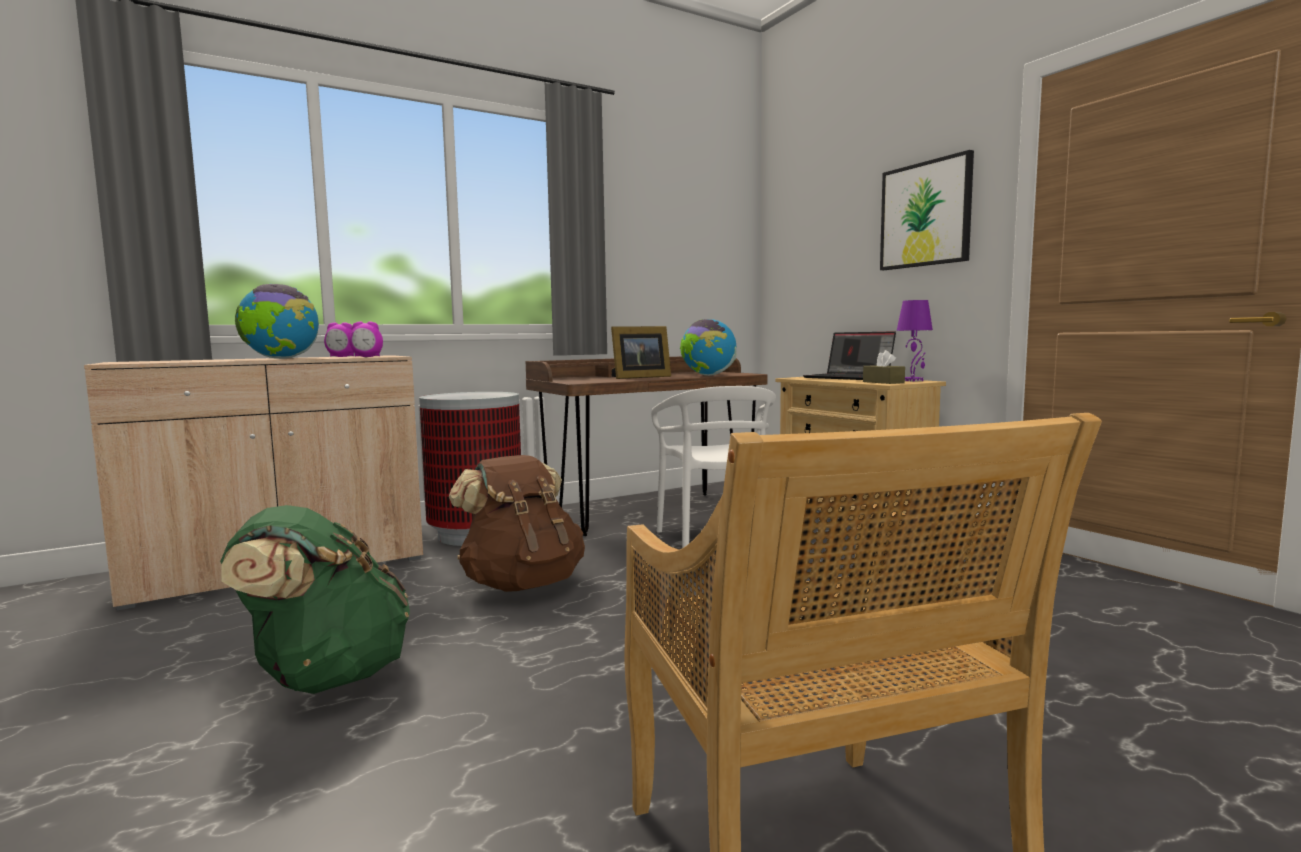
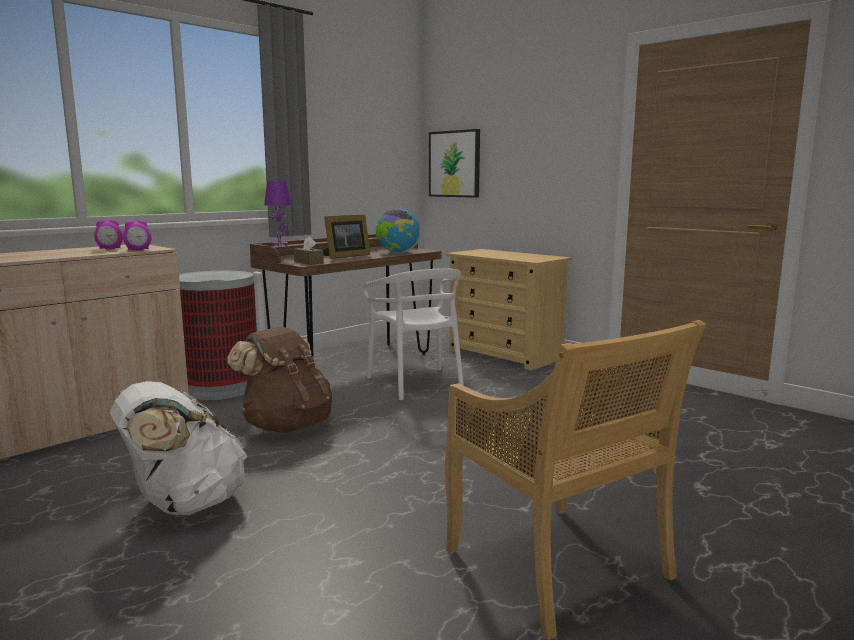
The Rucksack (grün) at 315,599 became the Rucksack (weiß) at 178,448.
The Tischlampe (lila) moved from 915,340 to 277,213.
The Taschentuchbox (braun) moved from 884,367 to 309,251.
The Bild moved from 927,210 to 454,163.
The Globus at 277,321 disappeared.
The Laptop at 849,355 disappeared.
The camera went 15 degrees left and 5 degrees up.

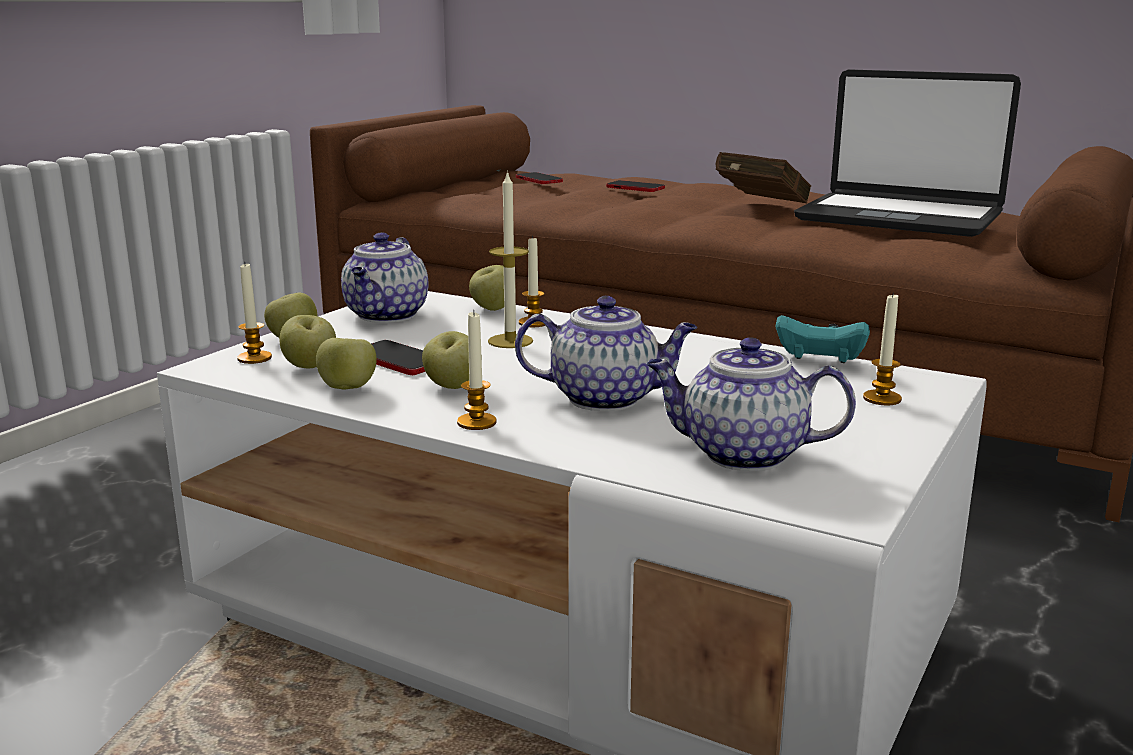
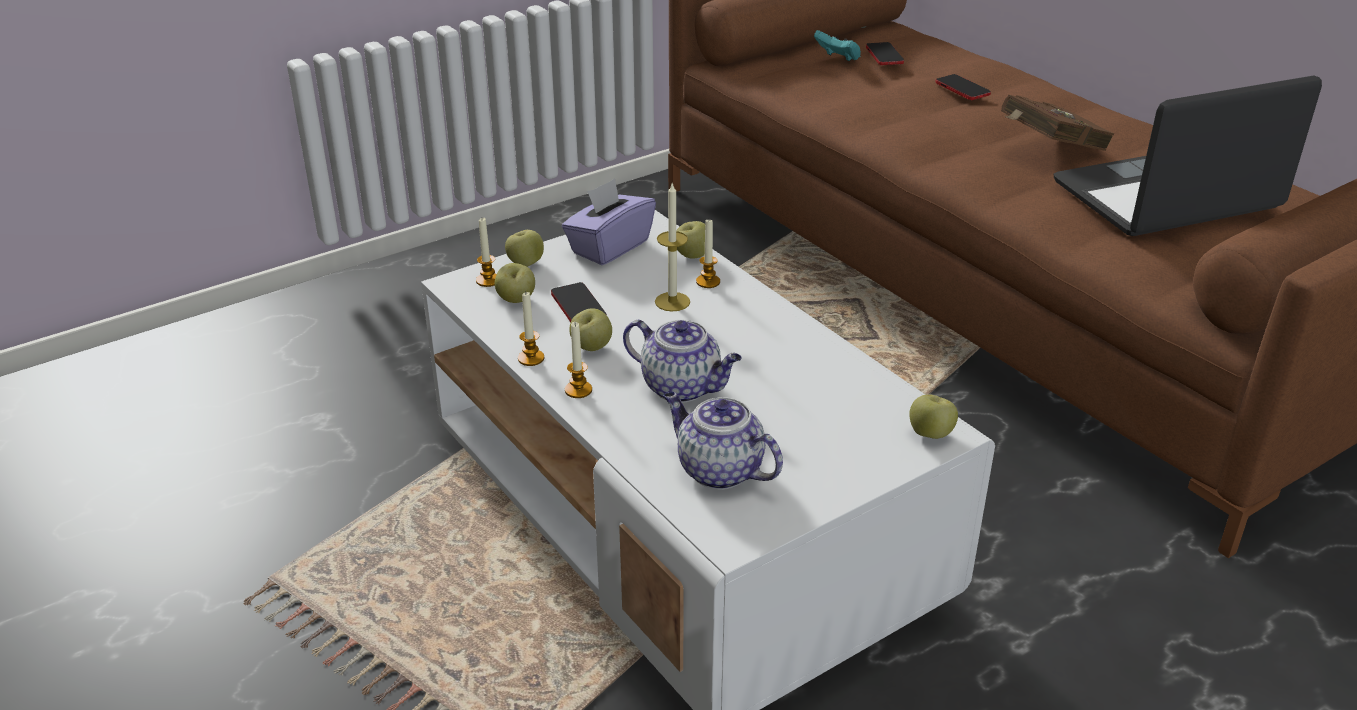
The Kerze moved from 882,349 to 531,328.
The Teekanne at 384,277 was replaced by the Taschentuchbox (lila) at 609,222.
The Gamepad (türkis) moved from 823,339 to 837,45.
The Apfel moved from 346,363 to 933,416.
The Laptop at 907,153 turned 105 degrees clockwise.
The camera went 25 degrees right and 15 degrees up.

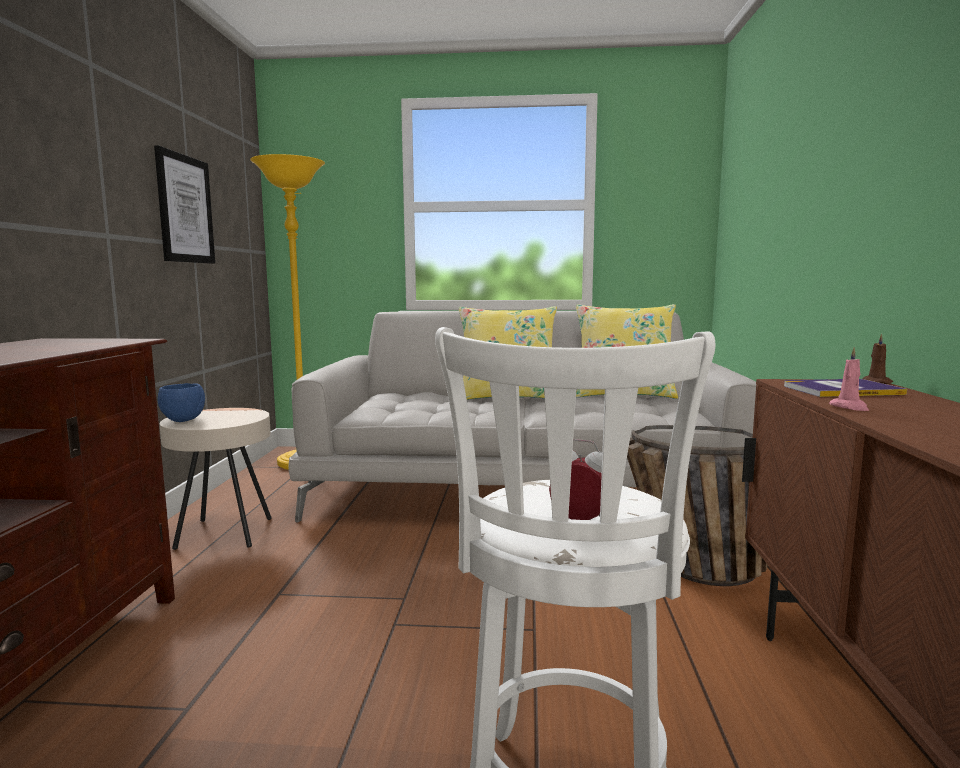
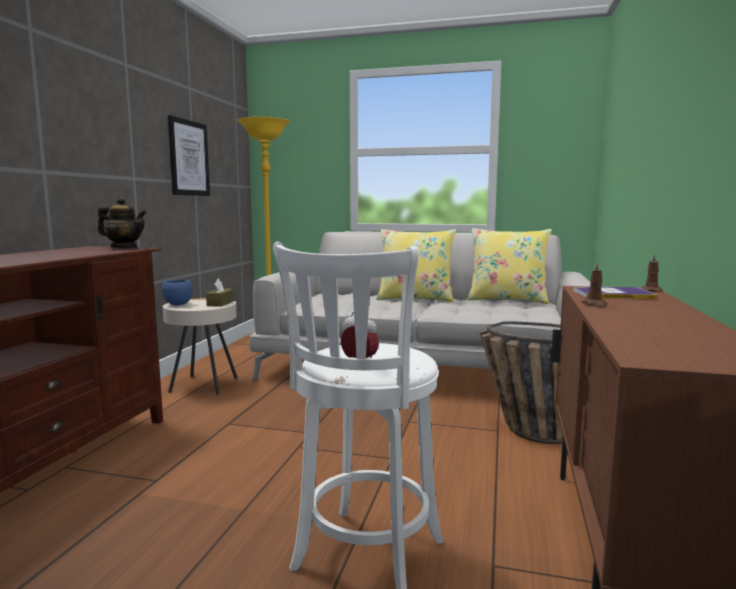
The Teekanne at 122,222 appeared.
The Taschentuchbox (braun) at 220,293 appeared.
The Kerze (rosa) at 849,379 became the Kerze (braun) at 594,284.
The camera went 10 degrees right and 0 degrees up.

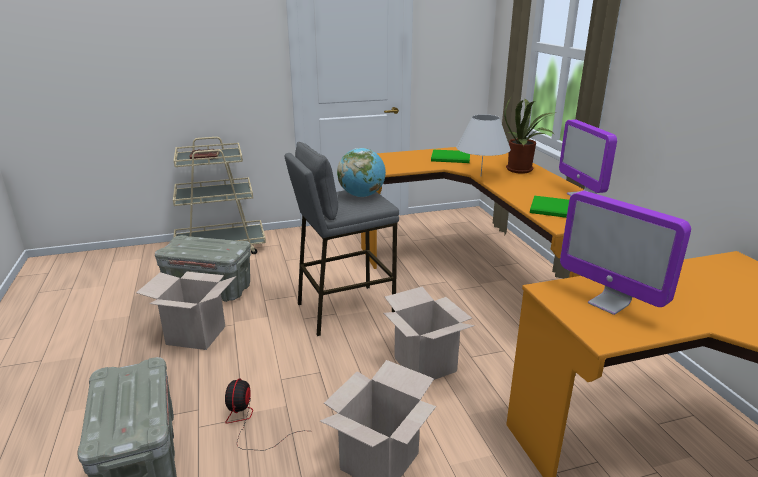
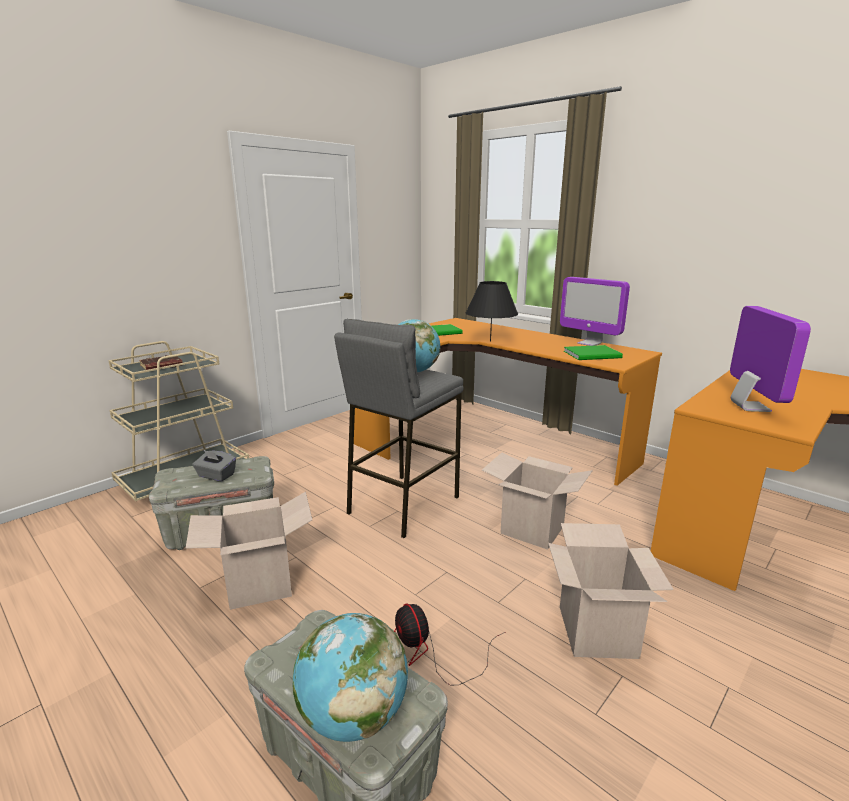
The Taschentuchbox (grau) at 214,466 appeared.
The Globus at 350,677 appeared.
The Tischlampe (weiß) at 483,145 became the Tischlampe (schwarz) at 492,311.
The Monitor at 625,253 turned 105 degrees counterclockwise.
The Topfpflanze at 529,135 disappeared.
The camera went 30 degrees left and 5 degrees down.

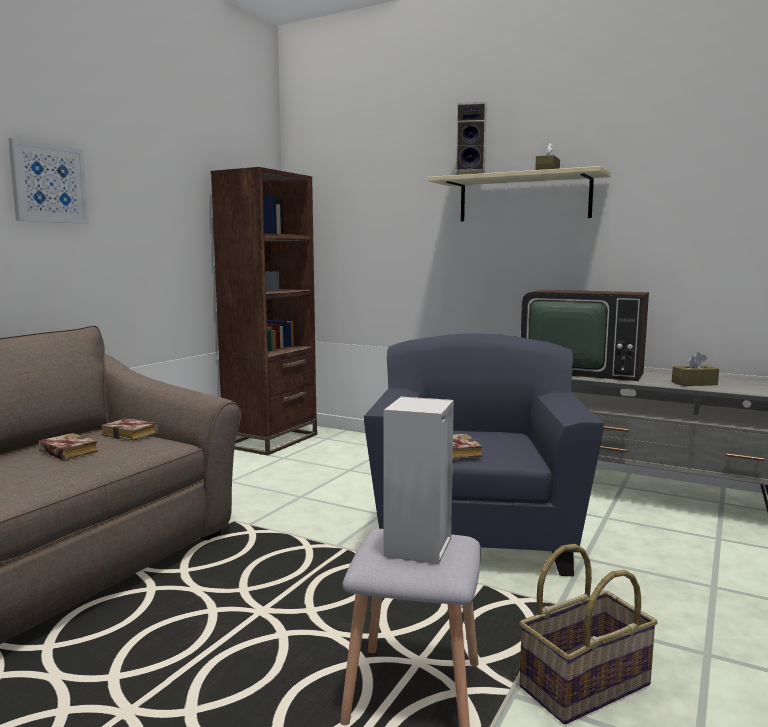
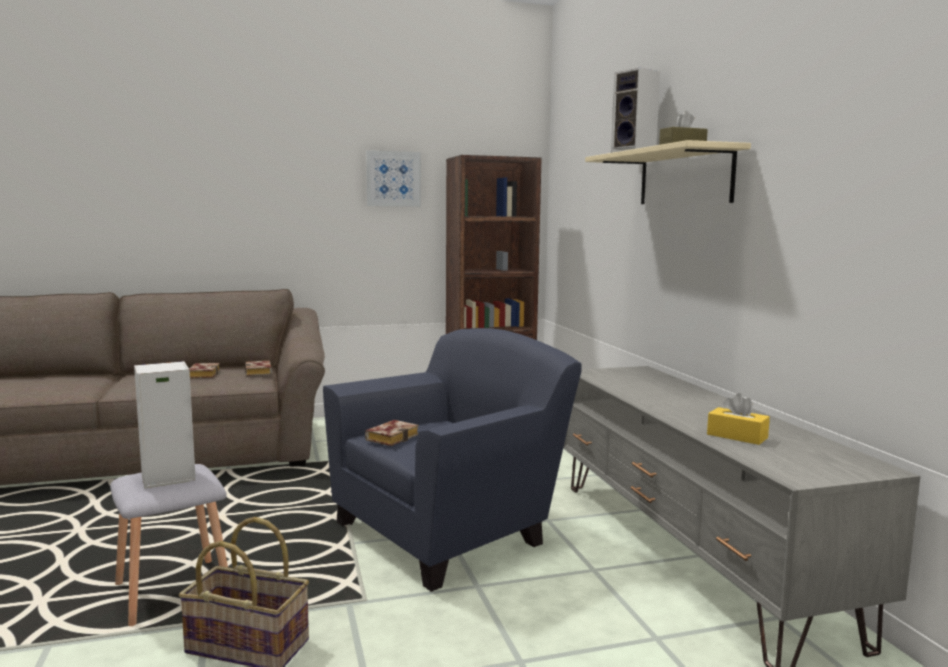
The Bild moved from 48,181 to 393,178.
The Taschentuchbox (braun) at 695,369 became the Taschentuchbox (gelb) at 738,419.
The Fernseher at 585,335 disappeared.
The camera went 45 degrees right and 0 degrees up.

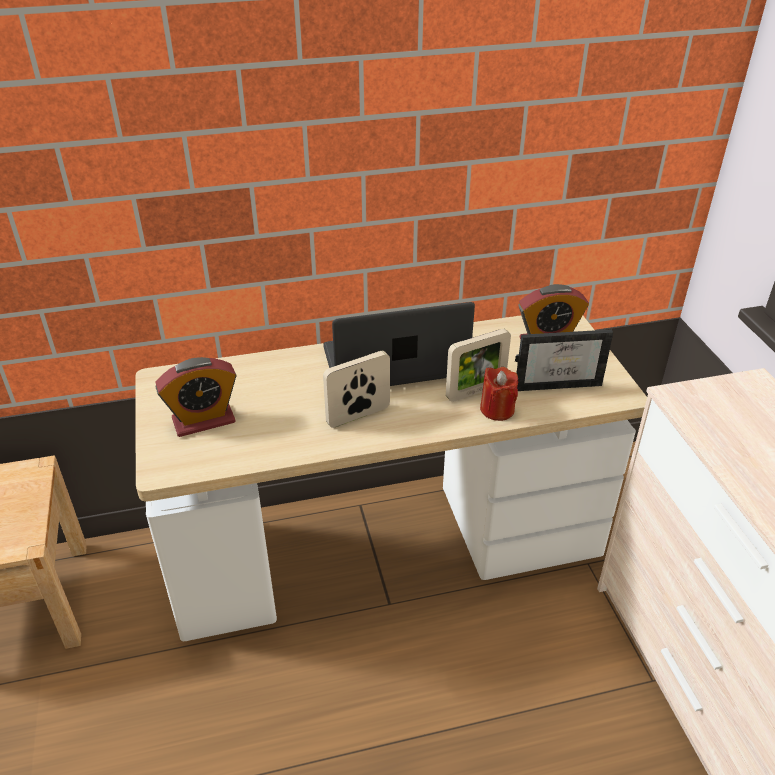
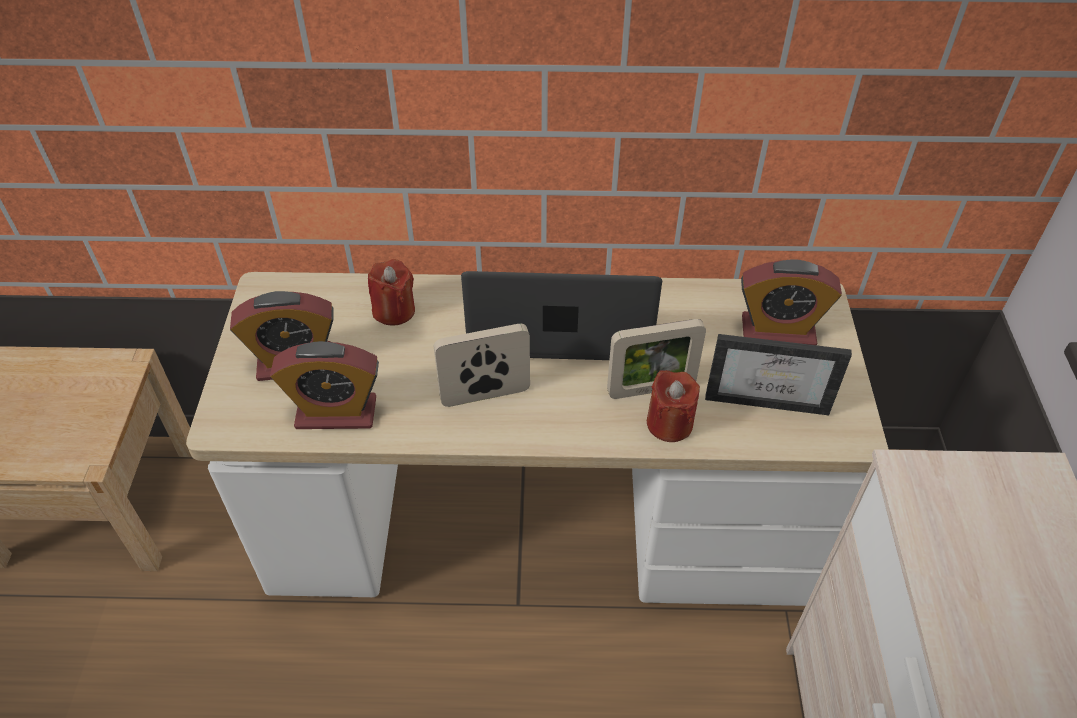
The Wecker at 324,385 appeared.
The Kerze (rot) at 391,292 appeared.
The camera went 15 degrees right and 10 degrees up.

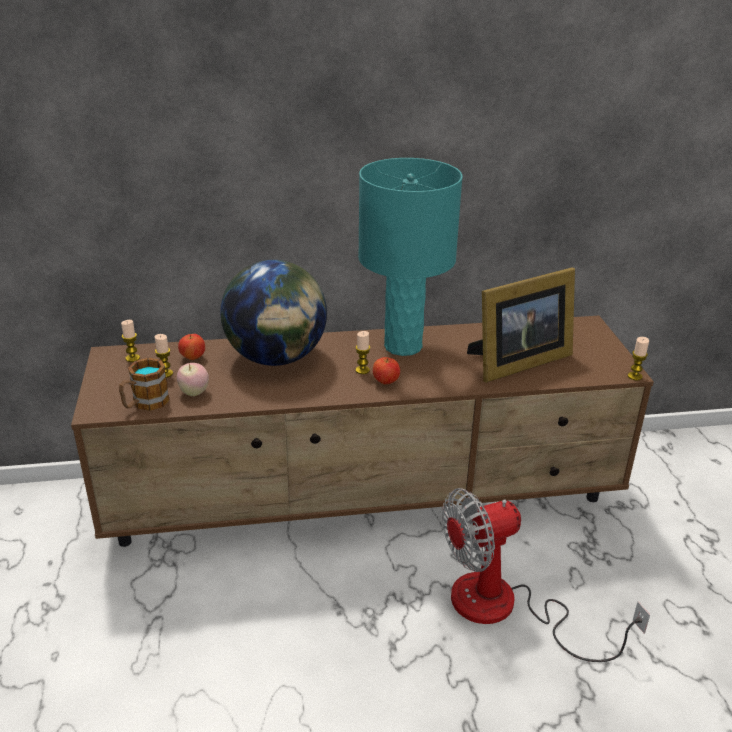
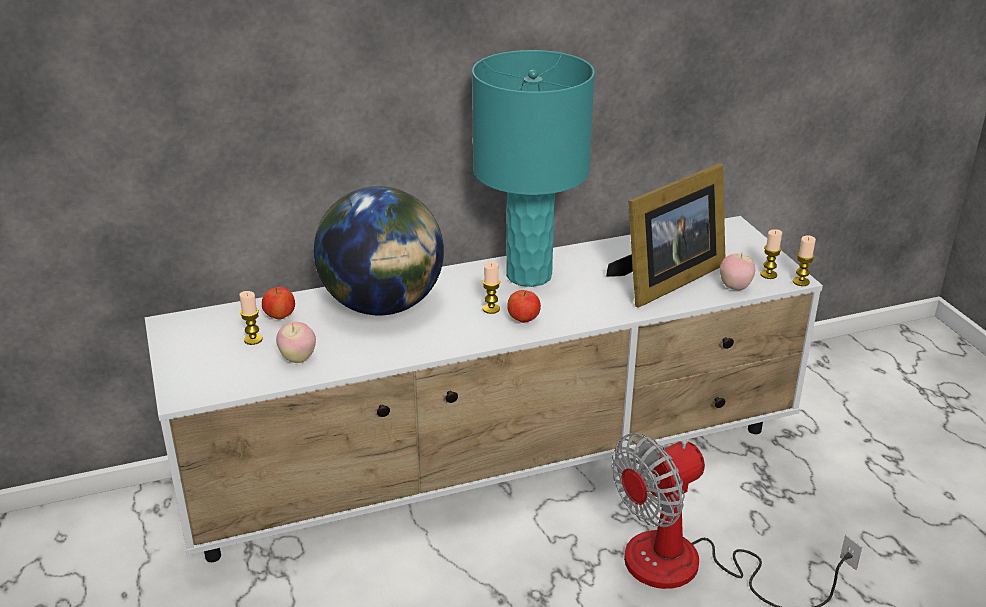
The Fernsehschrank (braun) at 362,431 became the Fernsehschrank (weiß) at 484,389.
The Apfel at 737,271 appeared.
The Kerze moved from 130,341 to 771,254.
The Henkelbecher at 144,384 disappeared.
The camera went 10 degrees left and 0 degrees up.

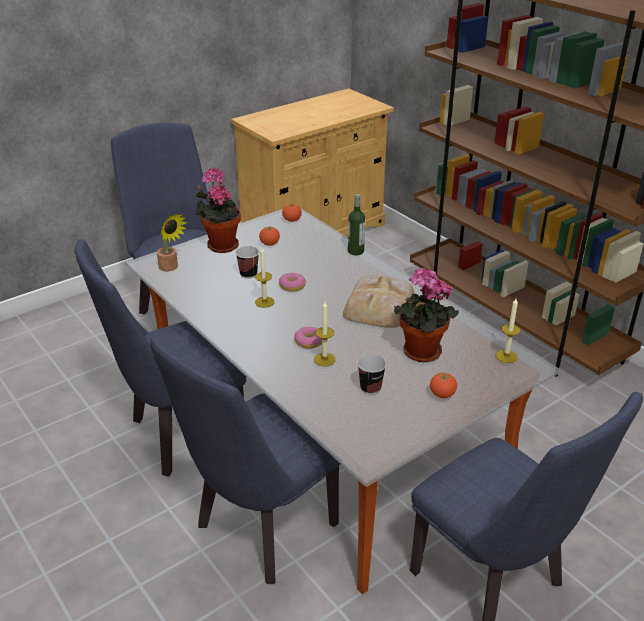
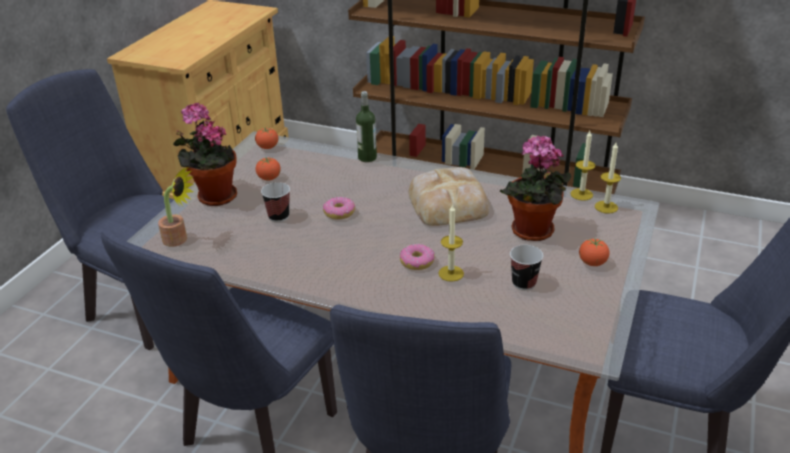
The Kerze moved from 265,277 to 583,166.
The camera went 30 degrees left and 0 degrees up.

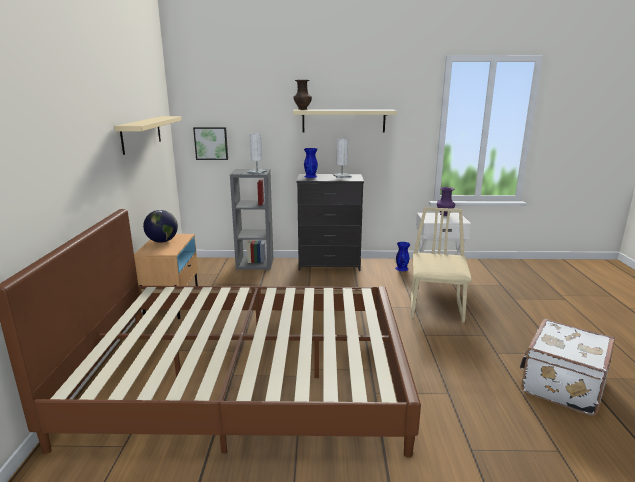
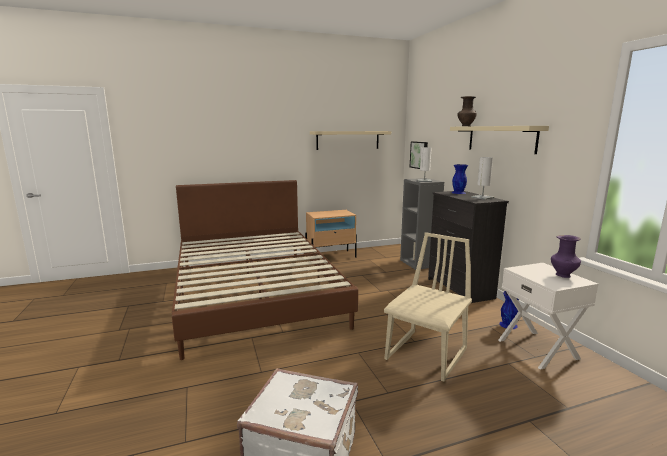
The Stuhl (beige) at 440,264 turned 45 degrees counterclockwise.
The Globus at 160,226 disappeared.
The camera went 70 degrees right and 5 degrees down.

